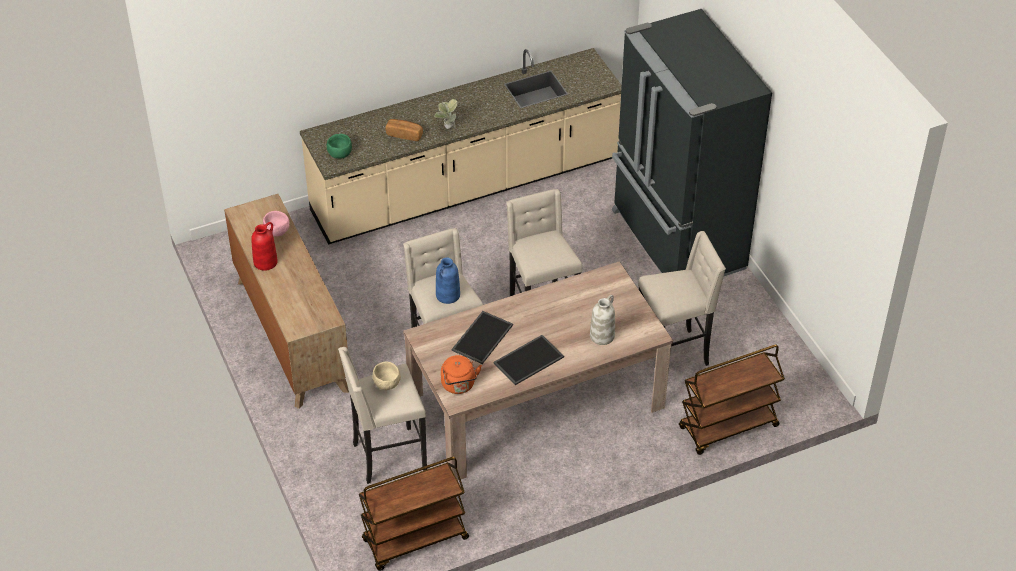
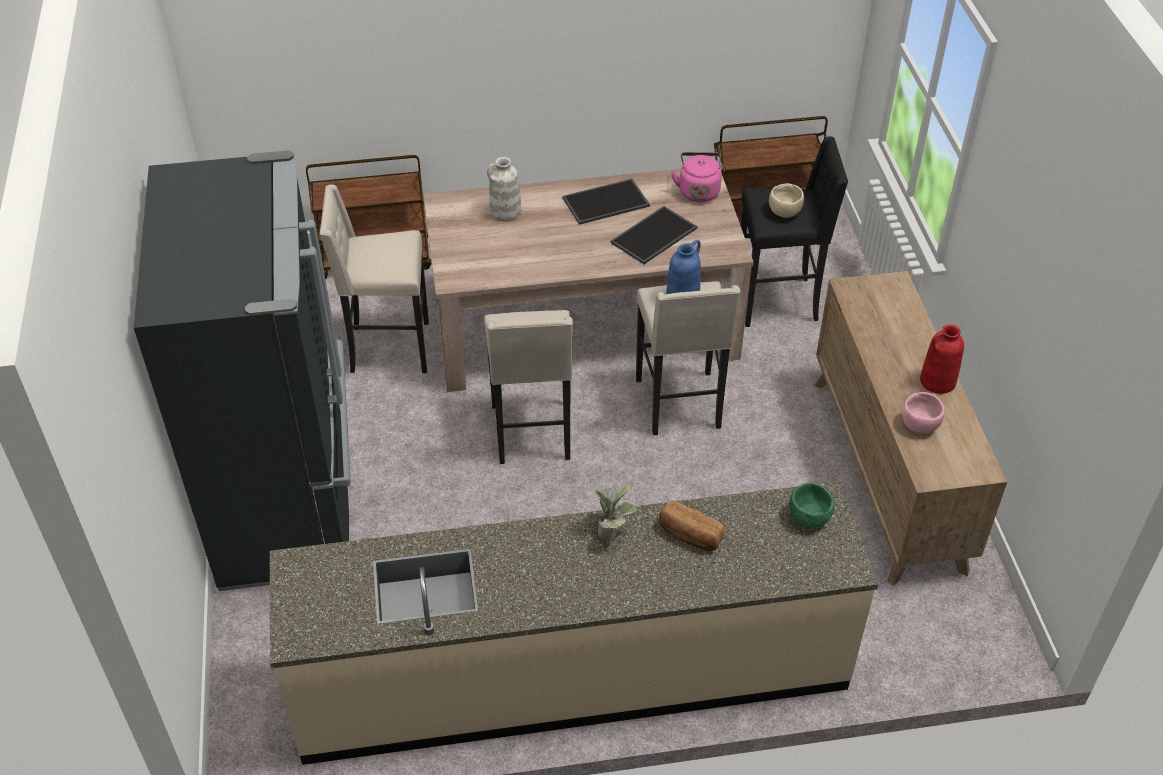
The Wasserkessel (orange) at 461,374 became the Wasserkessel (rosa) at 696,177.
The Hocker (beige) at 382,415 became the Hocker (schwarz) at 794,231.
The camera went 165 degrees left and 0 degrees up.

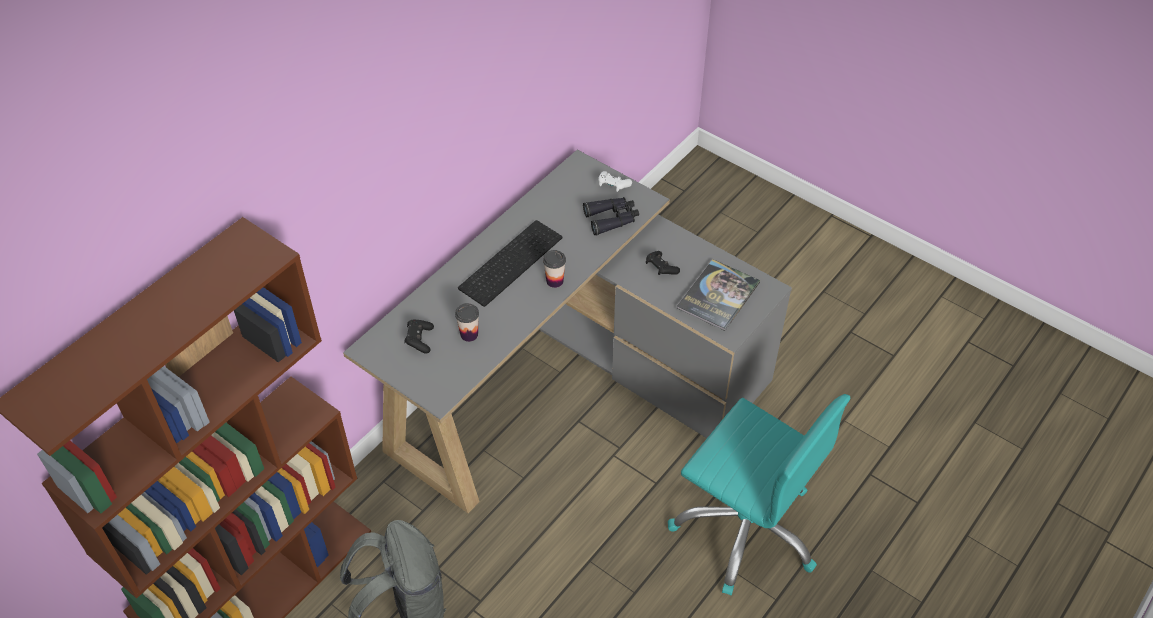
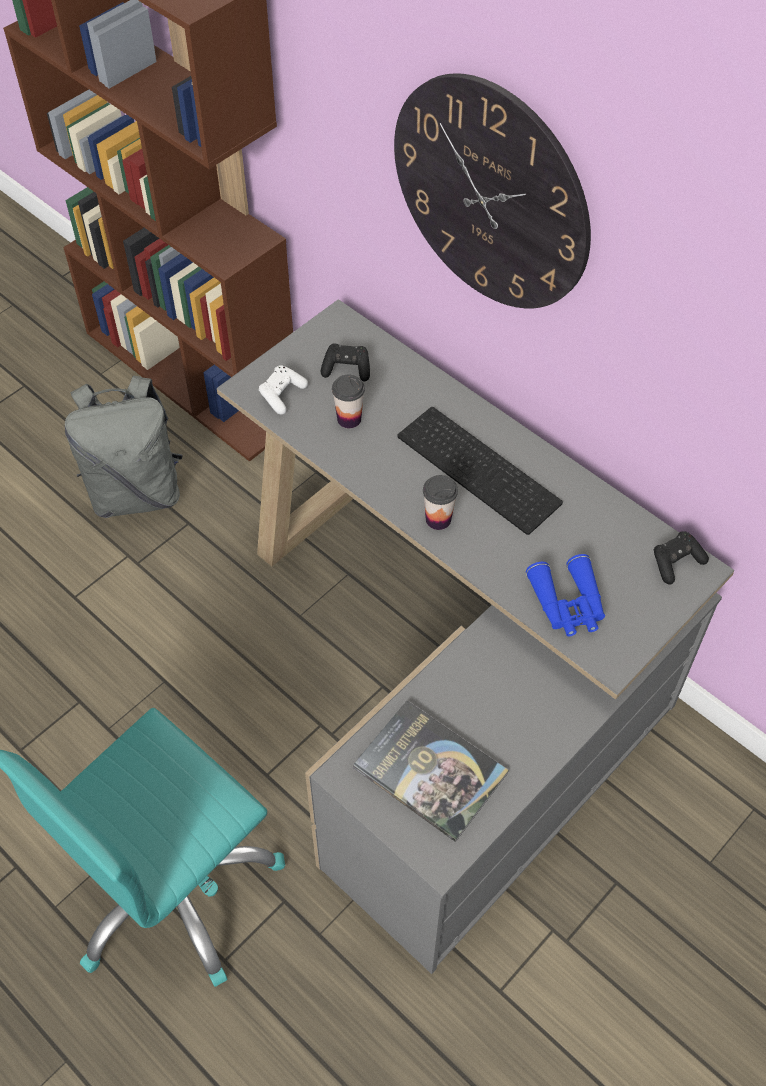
The Gamepad (weiß) moved from 615,181 to 283,389.
The Wanduhr at 492,190 appeared.
The Fernglas (schwarz) at 611,216 became the Fernglas (blau) at 565,595.
The Gamepad (schwarz) moved from 663,263 to 681,558.
The camera went 95 degrees right and 5 degrees up.

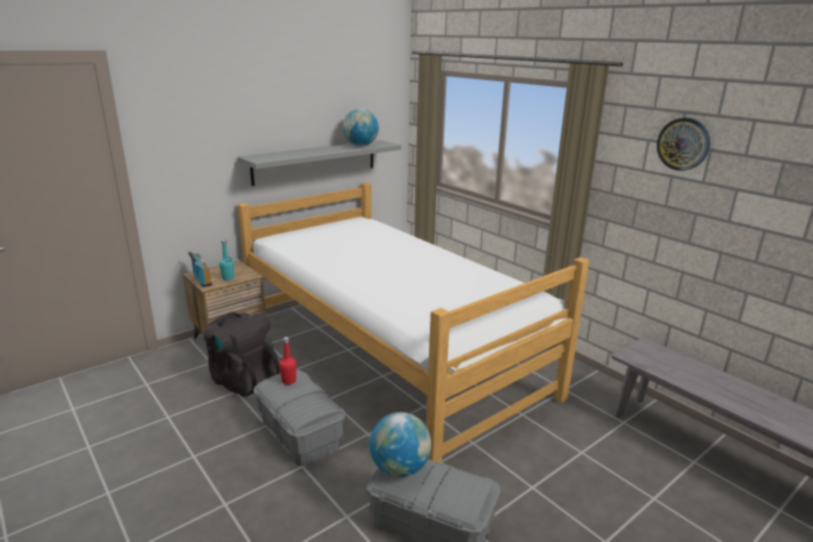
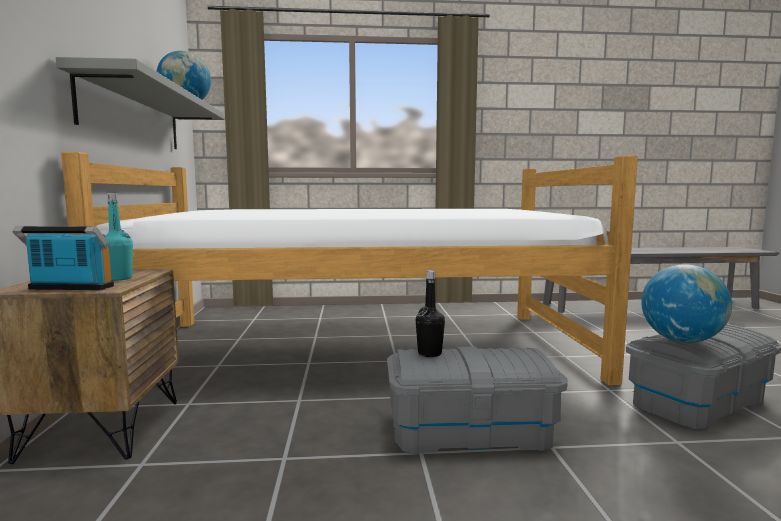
The Flasche (rot) at 288,361 became the Flasche (schwarz) at 430,313.
The Rucksack (schwarz) at 241,354 disappeared.
The Wanduhr at 683,144 disappeared.
The camera went 55 degrees left and 15 degrees down.

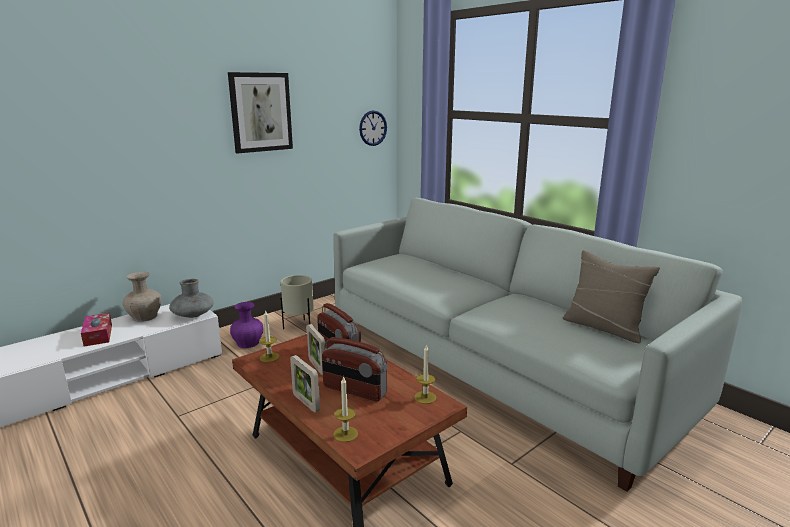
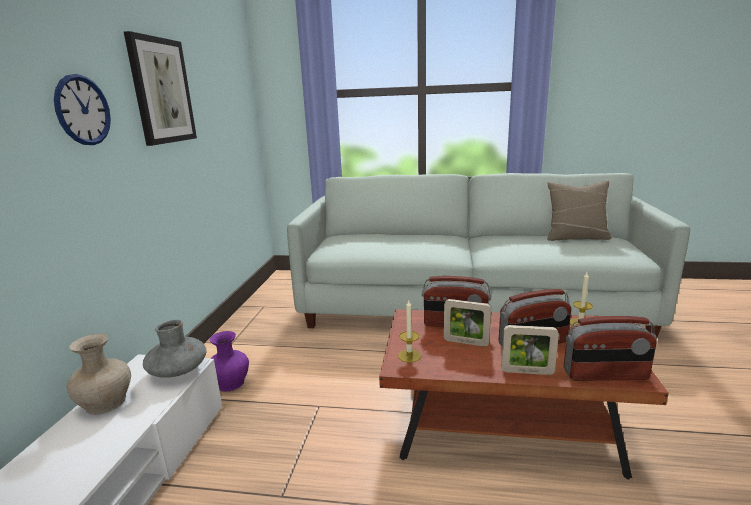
The Wanduhr moved from 373,128 to 82,109.
The Kerze at 345,409 was replaced by the Radio at 610,348.
The Taschentuchbox at 96,330 disappeared.
The Pflanzkübel (beige) at 297,302 disappeared.
The camera went 40 degrees left and 0 degrees up.

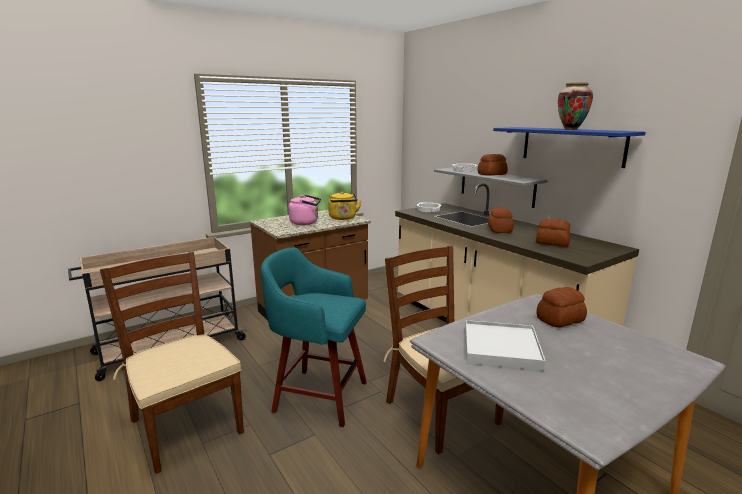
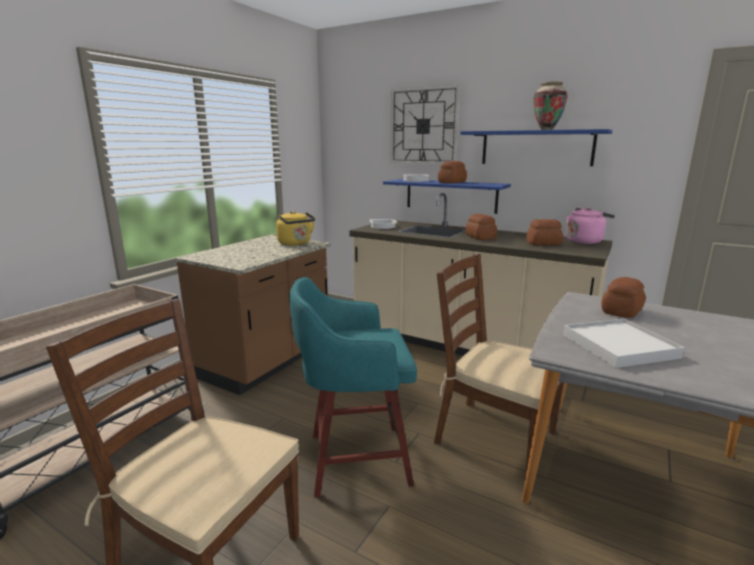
The Wandregal (grau) at 491,188 became the Wandregal (blau) at 447,196.
The Wanduhr at 425,124 appeared.
The Wasserkessel (rosa) moved from 304,210 to 590,225.
The camera went 25 degrees left and 0 degrees up.

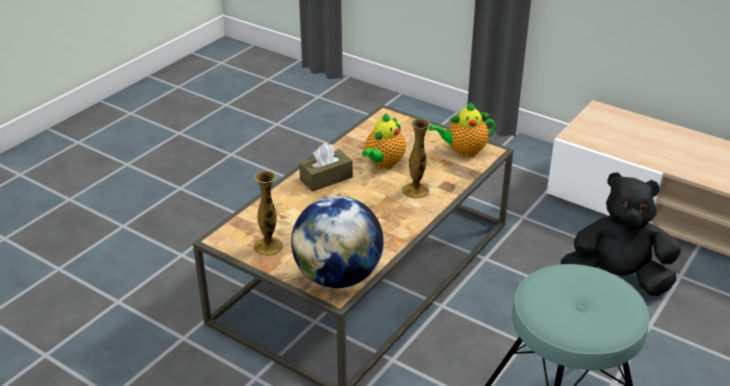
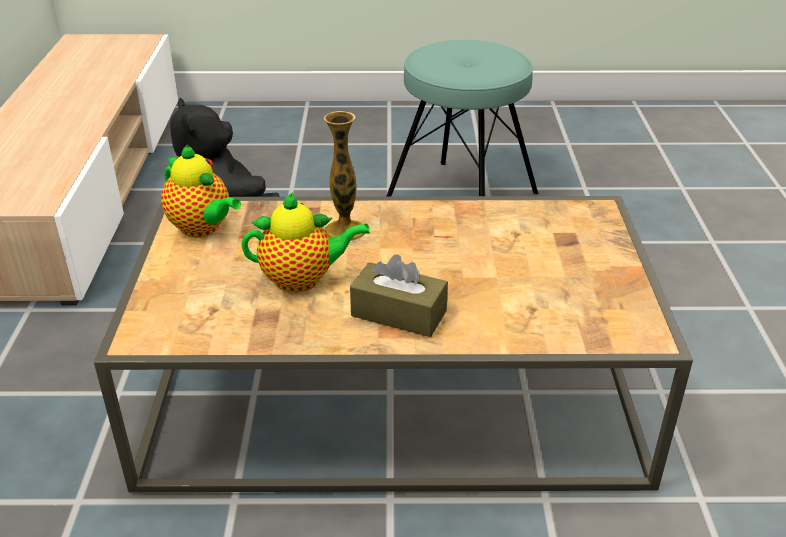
The Vase at 268,213 disappeared.
The Globus at 337,242 disappeared.
The camera went 125 degrees left and 0 degrees up.

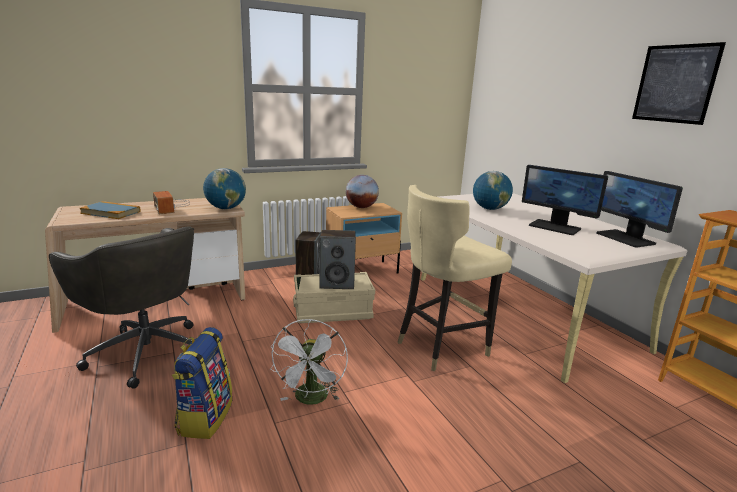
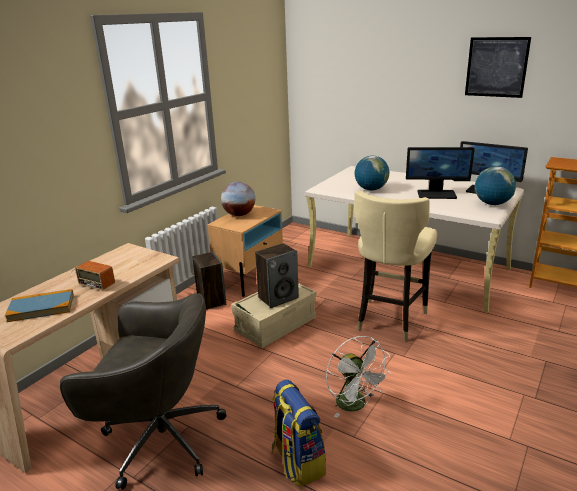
The Globus moved from 224,188 to 495,186.
The camera went 30 degrees left and 5 degrees up.

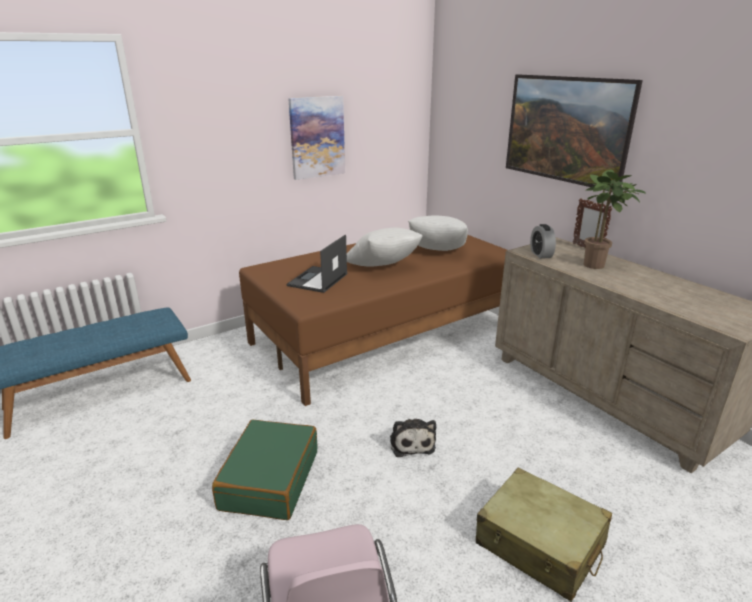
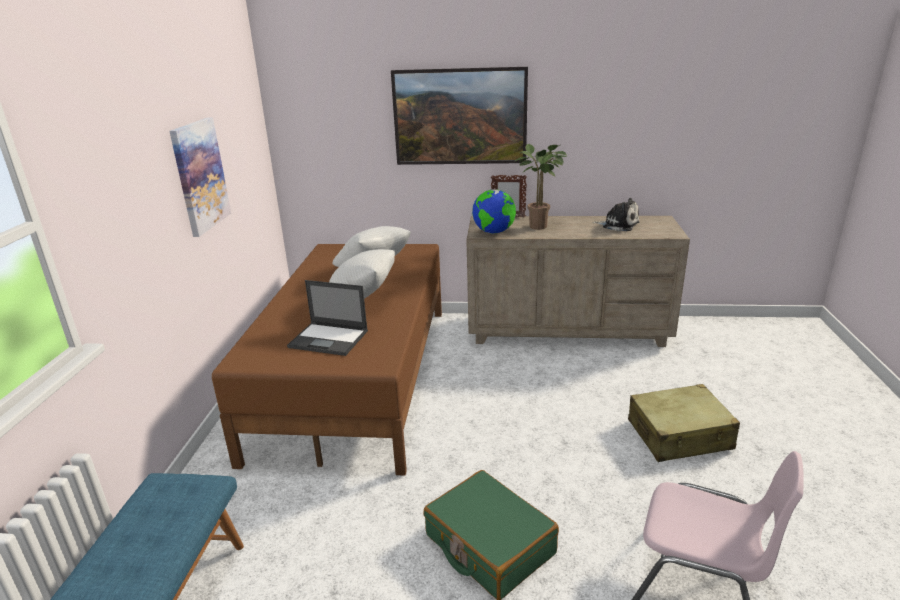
The Laptop at 317,264 turned 45 degrees counterclockwise.
The Wecker at 543,241 was replaced by the Globus at 494,211.
The Plüschtier moved from 413,438 to 615,214.
The camera went 50 degrees left and 0 degrees up.

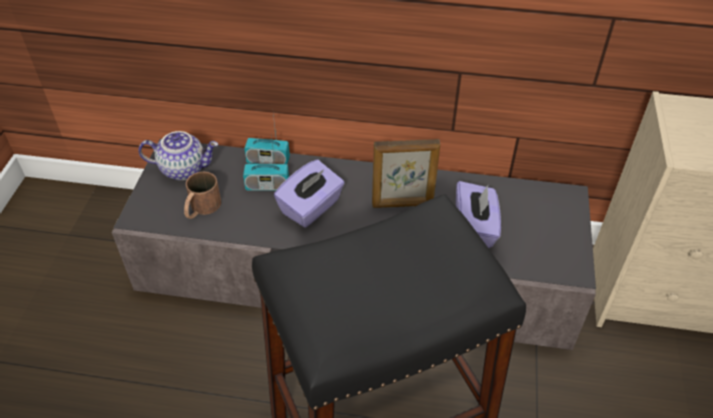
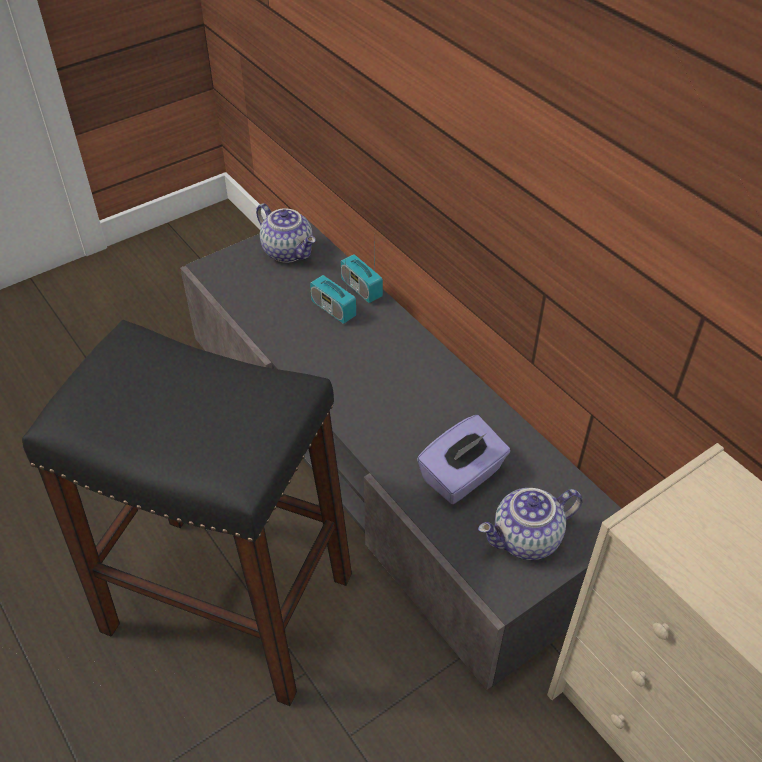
The Teekanne at 530,524 appeared.
The Henkelbecher (braun) at 202,195 disappeared.
The Taschentuchbox (lila) at 309,193 disappeared.
The Bilderrahmen at 406,173 disappeared.
The camera went 45 degrees right and 0 degrees up.

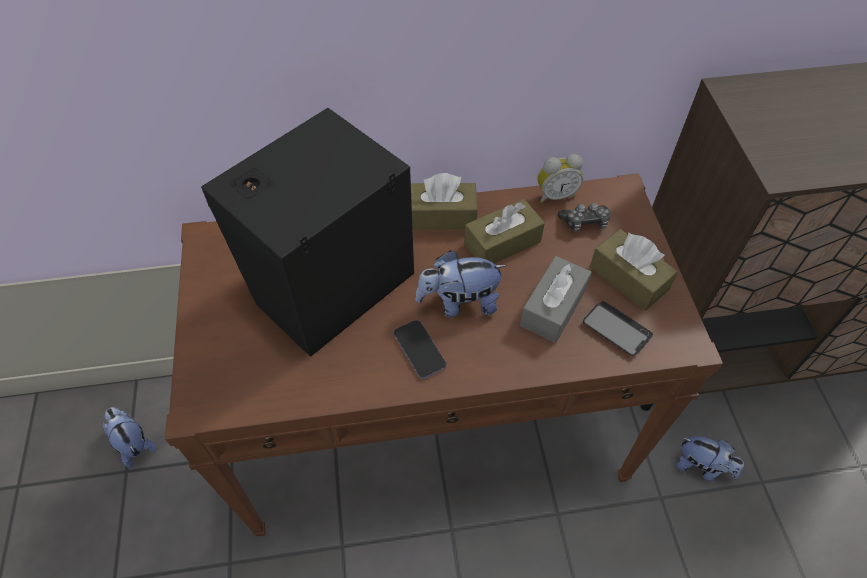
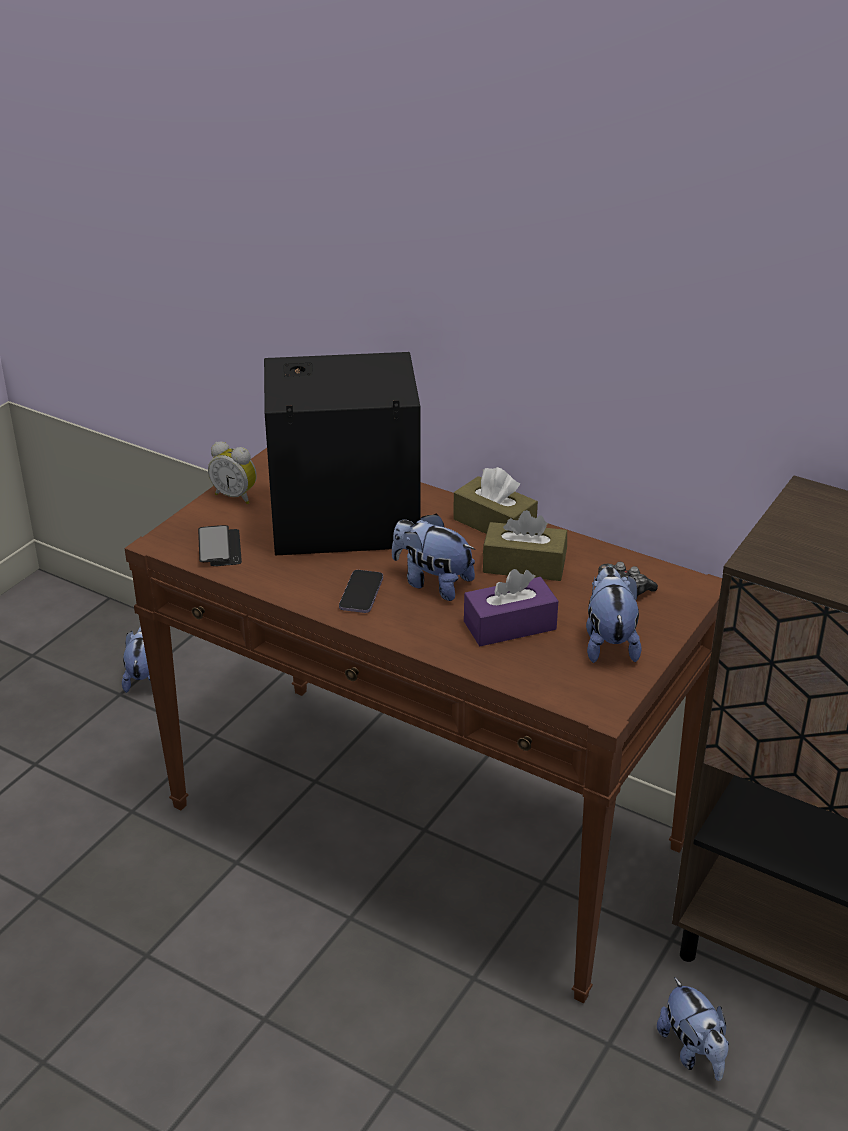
The Handy moved from 618,328 to 220,545.
The Wecker moved from 560,178 to 232,473.
The Taschentuchbox (grau) at 556,299 became the Taschentuchbox (lila) at 511,607.
The Taschentuchbox (braun) at 634,270 was replaced by the Plüschtier at 613,615.
The camera went 40 degrees right and 20 degrees down.

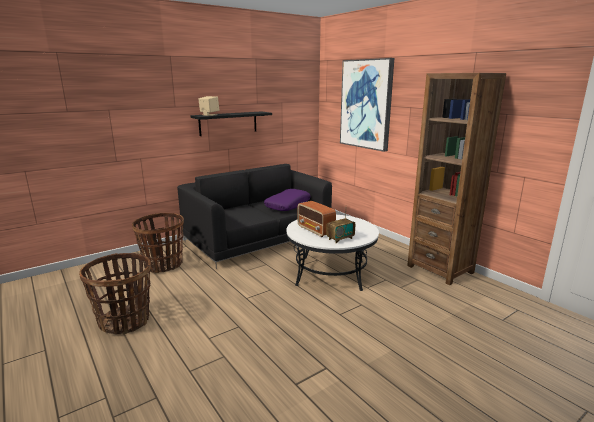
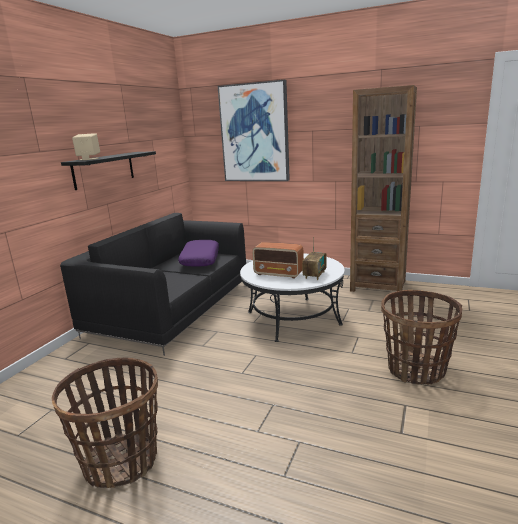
The Korb moved from 158,243 to 421,337.
The camera went 30 degrees left and 0 degrees up.

